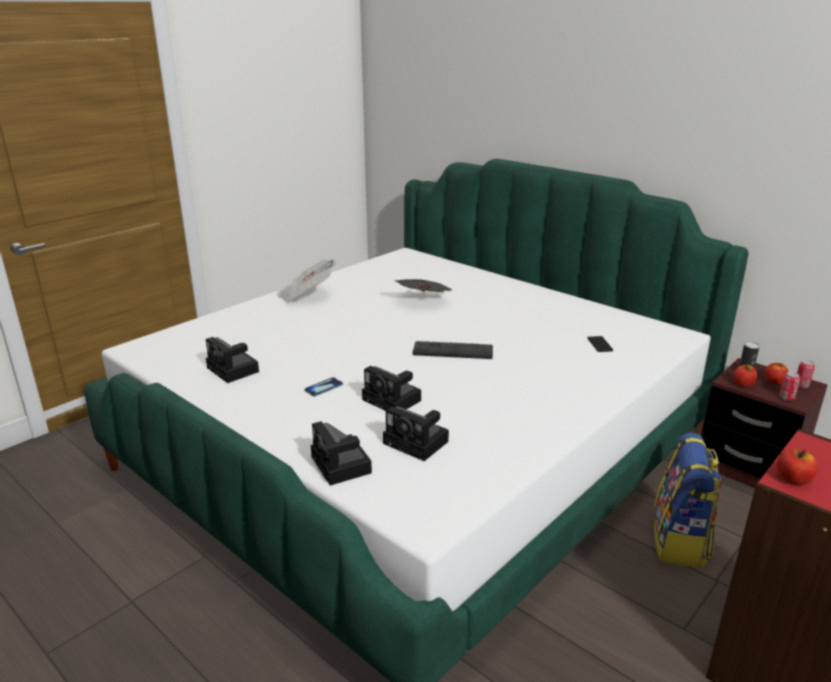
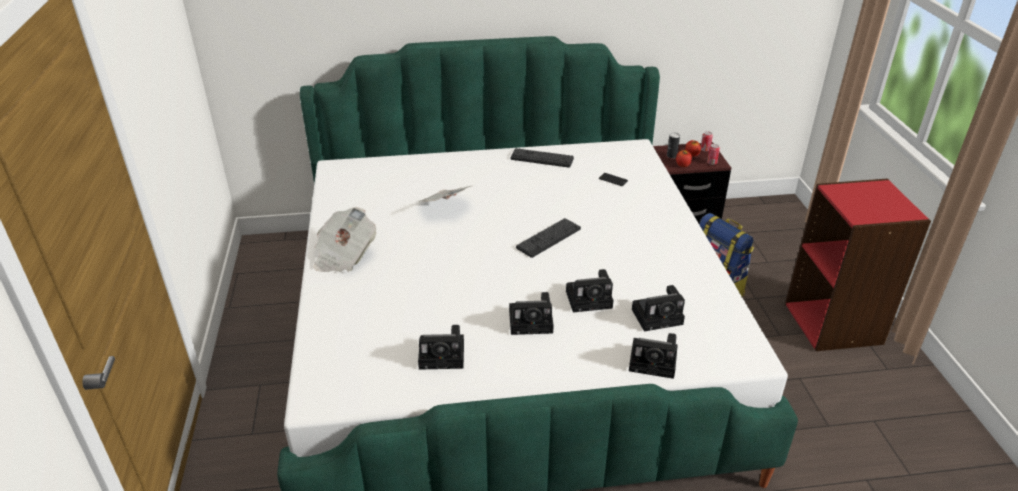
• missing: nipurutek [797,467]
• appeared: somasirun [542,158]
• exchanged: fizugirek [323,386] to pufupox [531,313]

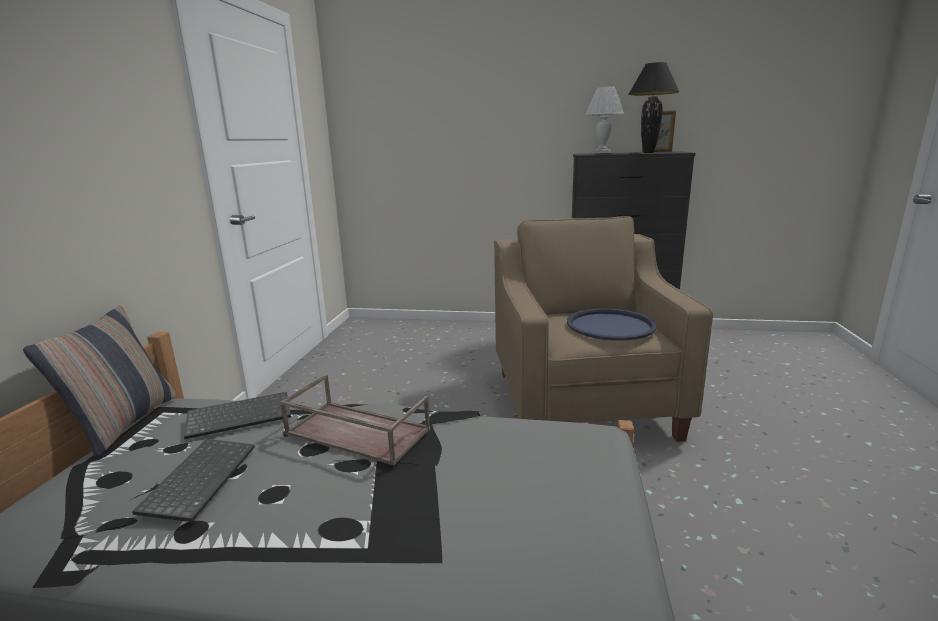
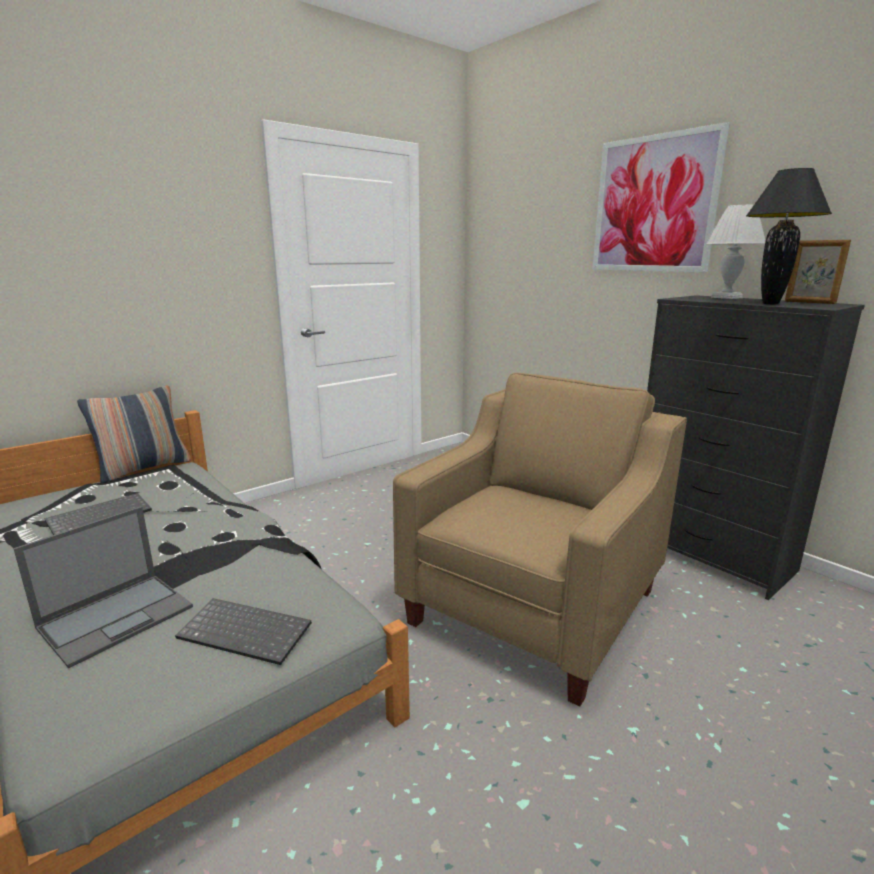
• missing: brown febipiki [355,420]
• missing: blue febipiki [612,324]
• appeared: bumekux [103,587]
• appeared: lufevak [661,197]
• relocated: somasirun [237,416] to [243,631]

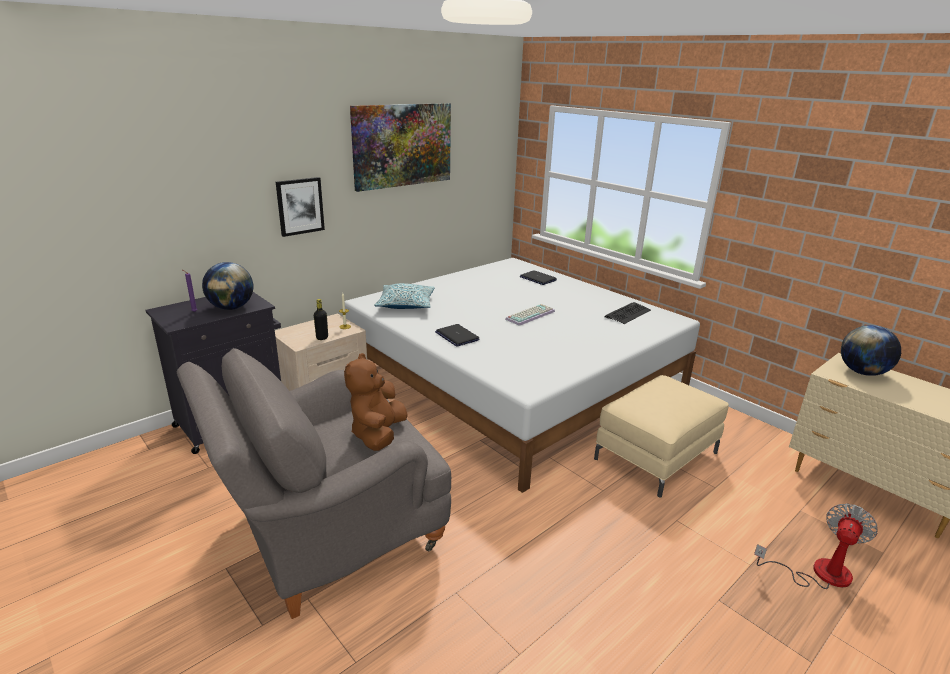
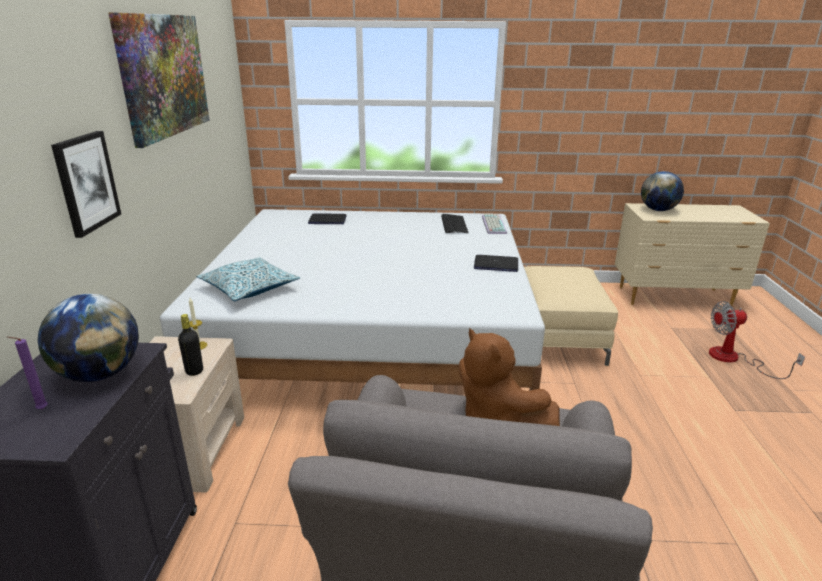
• relocated: bumekux [457,335] to [496,263]
• relocated: somasirun [530,315] to [494,224]
• spun: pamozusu [816,546] = [757,340] 90 degrees counterclockwise

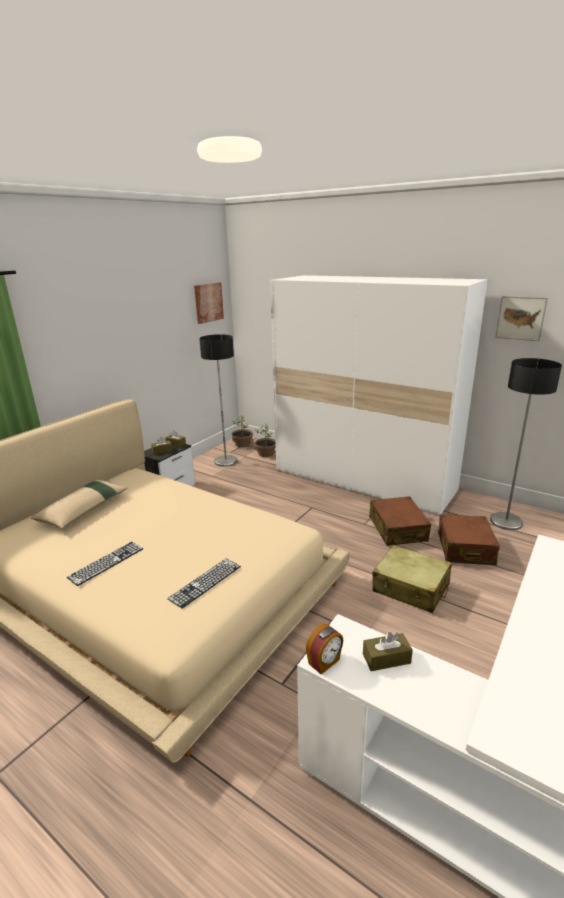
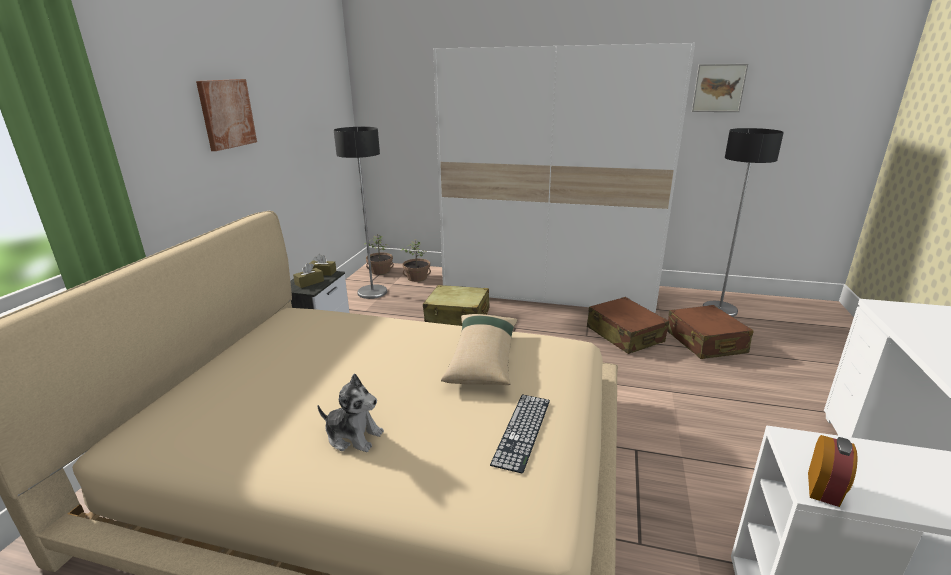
• missing: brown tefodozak [388,651]
• relocated: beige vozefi [79,504] to [479,349]
• relocated: lufevak [209,303] to [226,115]
• relocated: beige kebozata [412,579] to [456,305]
• exchanged: somasirun [105,564] to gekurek [351,413]

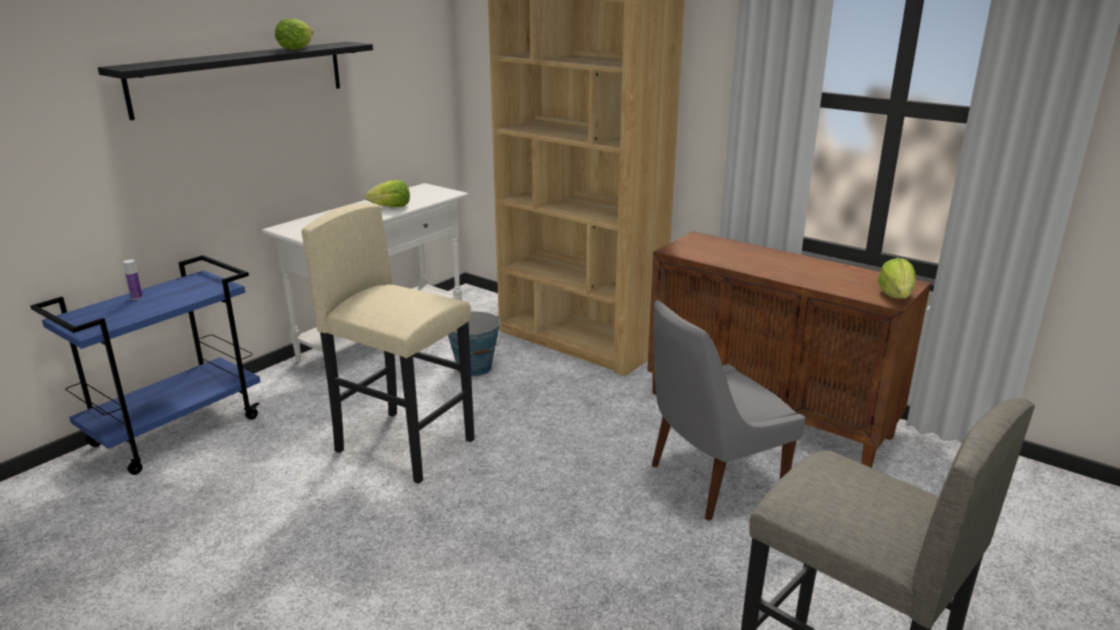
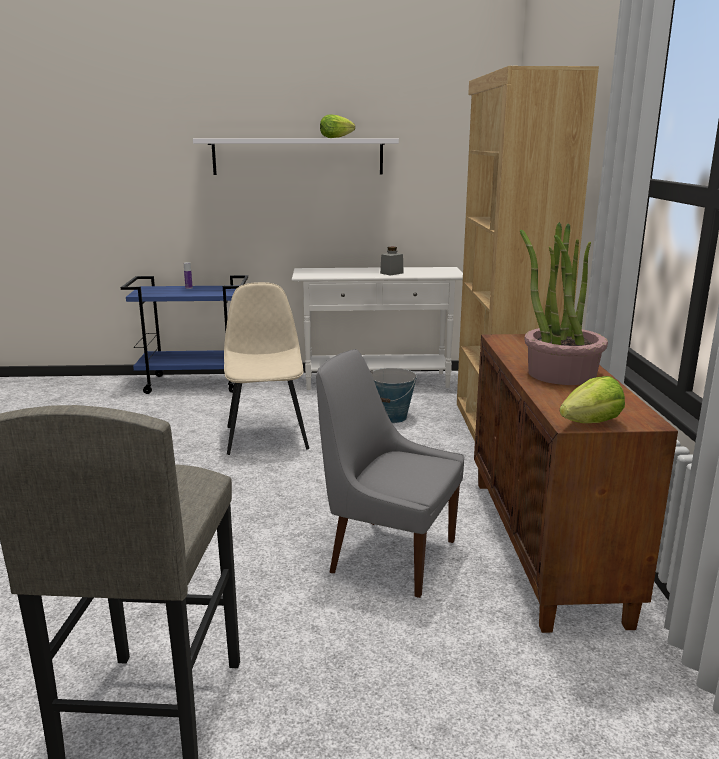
• appeared: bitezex [564,303]
• exchanged: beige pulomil [388,343] to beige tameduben [266,368]
• exchanged: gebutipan [388,193] to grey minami [392,261]
• colour: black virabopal [235,81] to white virabopal [296,156]

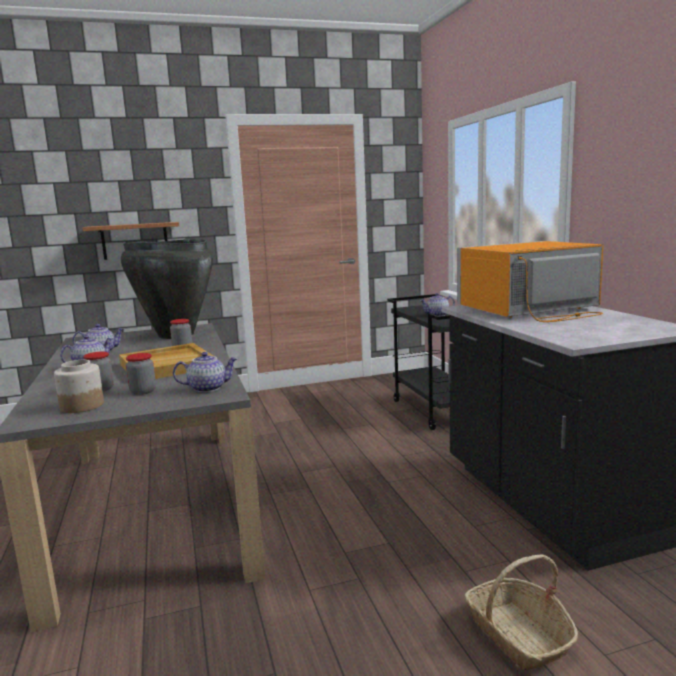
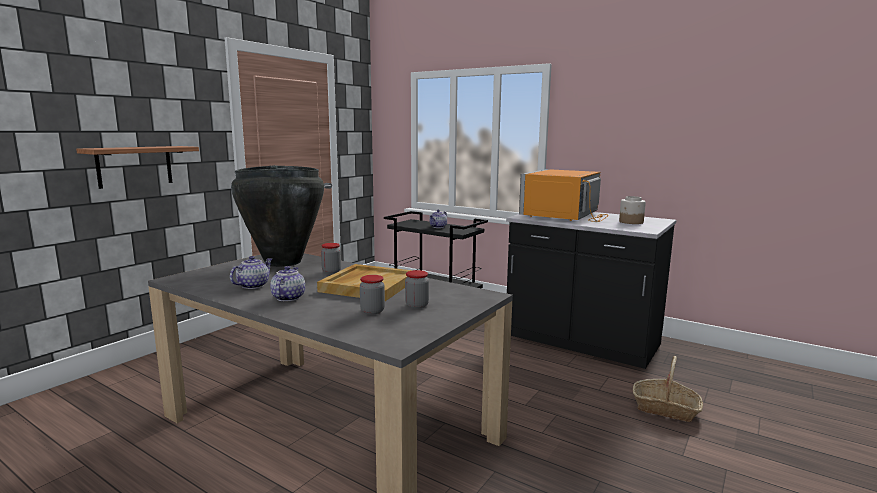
• missing: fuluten [205,372]
• relocated: minami [79,386] to [632,210]

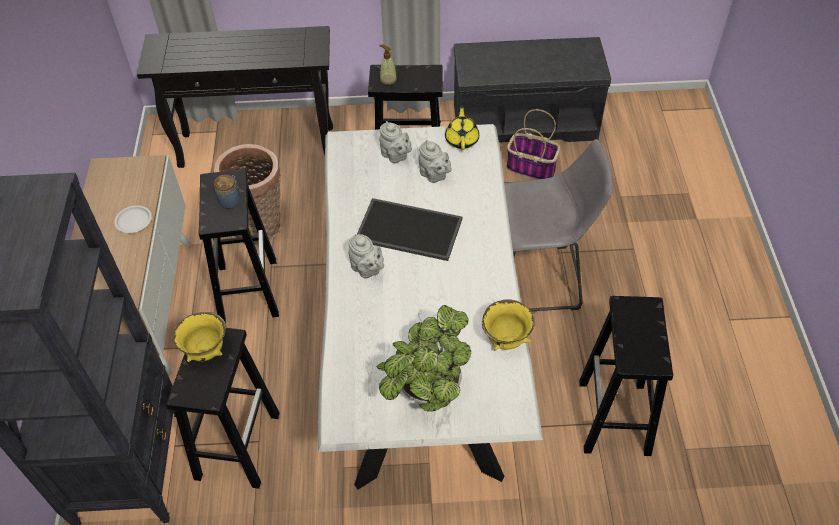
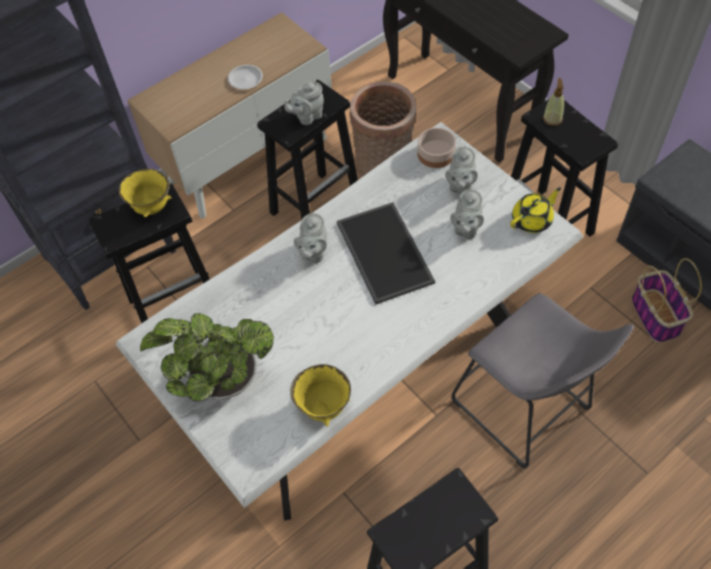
• appeared: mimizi [436,148]
• exchanged: minami [227,192] to grey fuluten [304,103]

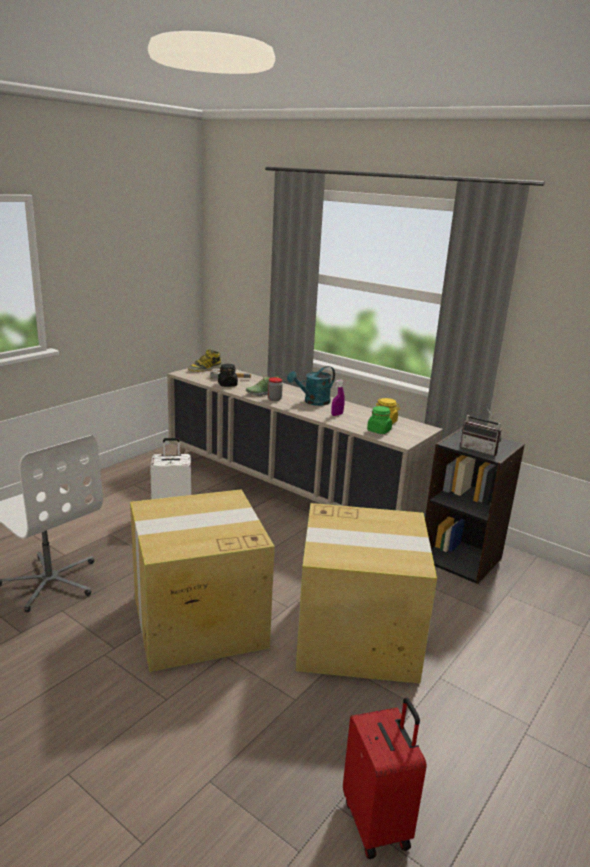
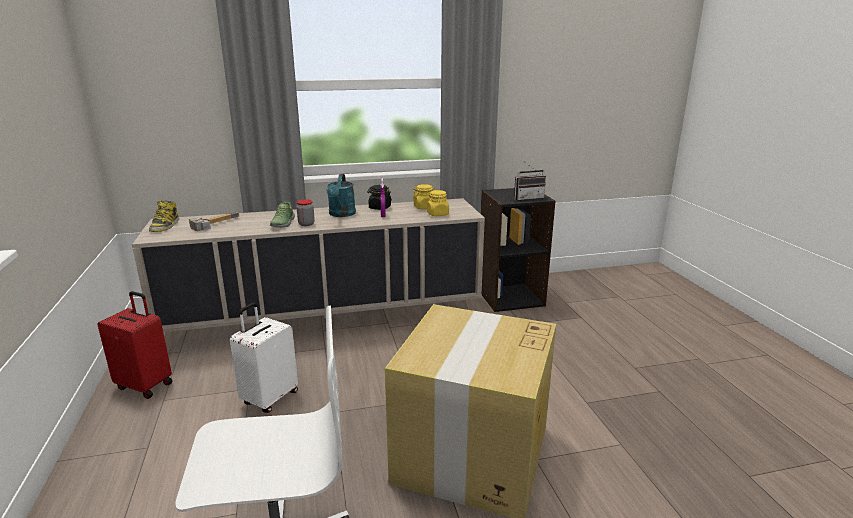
• missing: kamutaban [366,593]
• relocated: black minami [228,375] to [379,197]
• relocated: red kebozata [385,778] to [135,345]
• colour: green minami [379,420] to yellow minami [438,203]

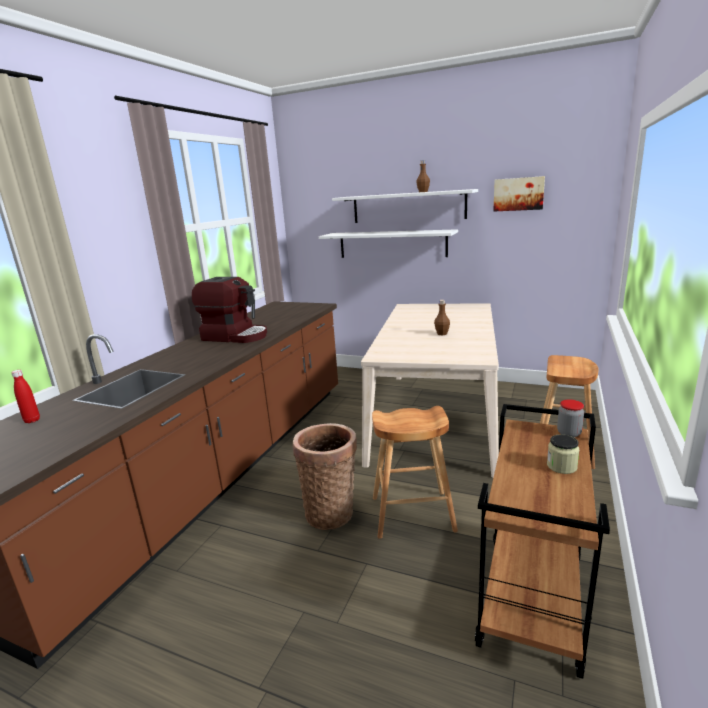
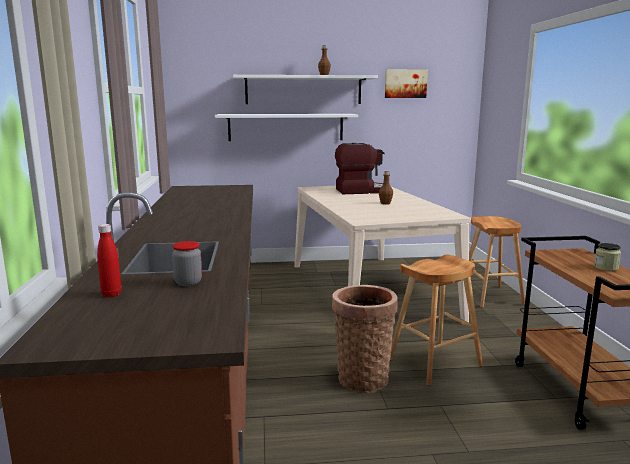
• relocated: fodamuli [229,310] to [359,168]
• relocated: minami [570,418] to [187,263]

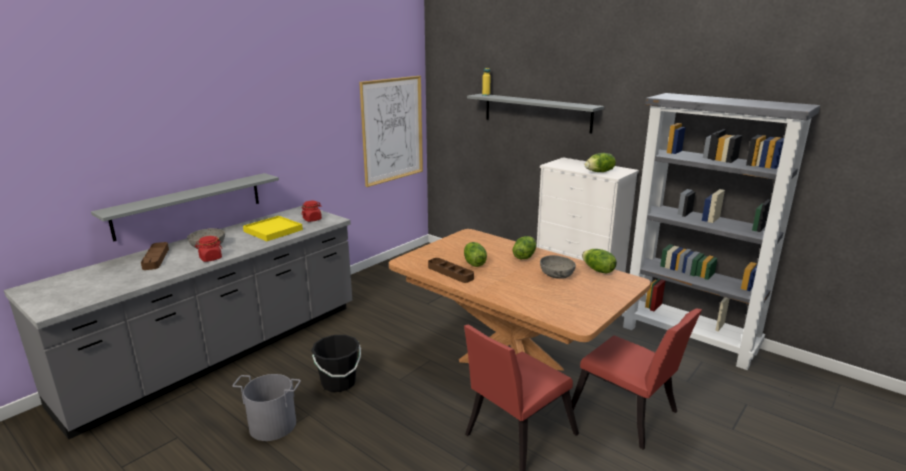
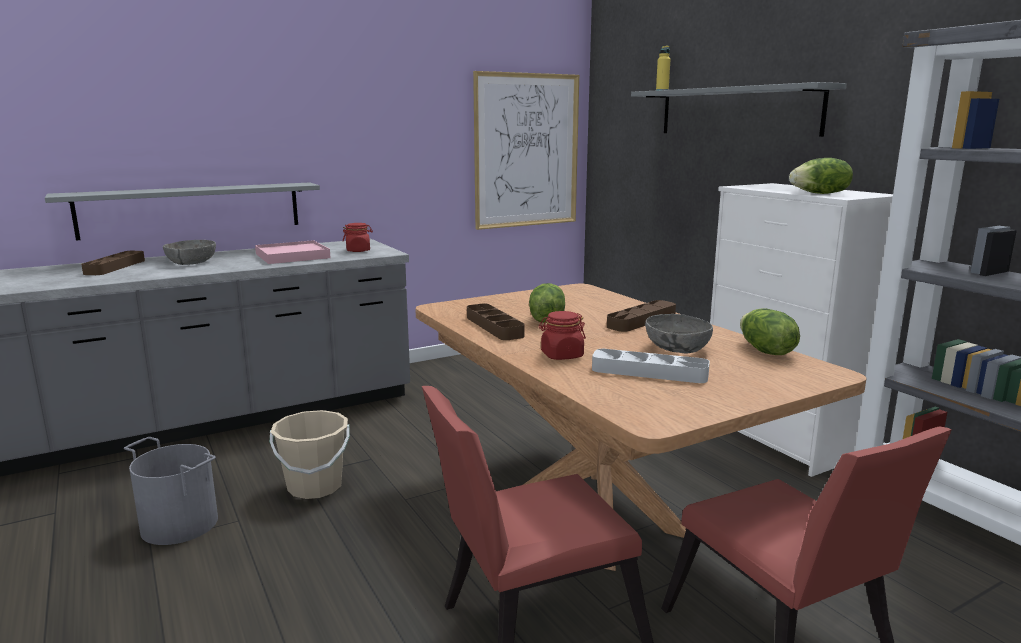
• appeared: grey febipiki [651,366]
• relocated: red minami [208,249] to [562,335]
• exchanged: gebutipan [524,248] to brown febipiki [641,316]
• colour: yellow febipiki [273,228] to pink febipiki [293,252]
• colour: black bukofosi [336,363] to beige bukofosi [310,454]

